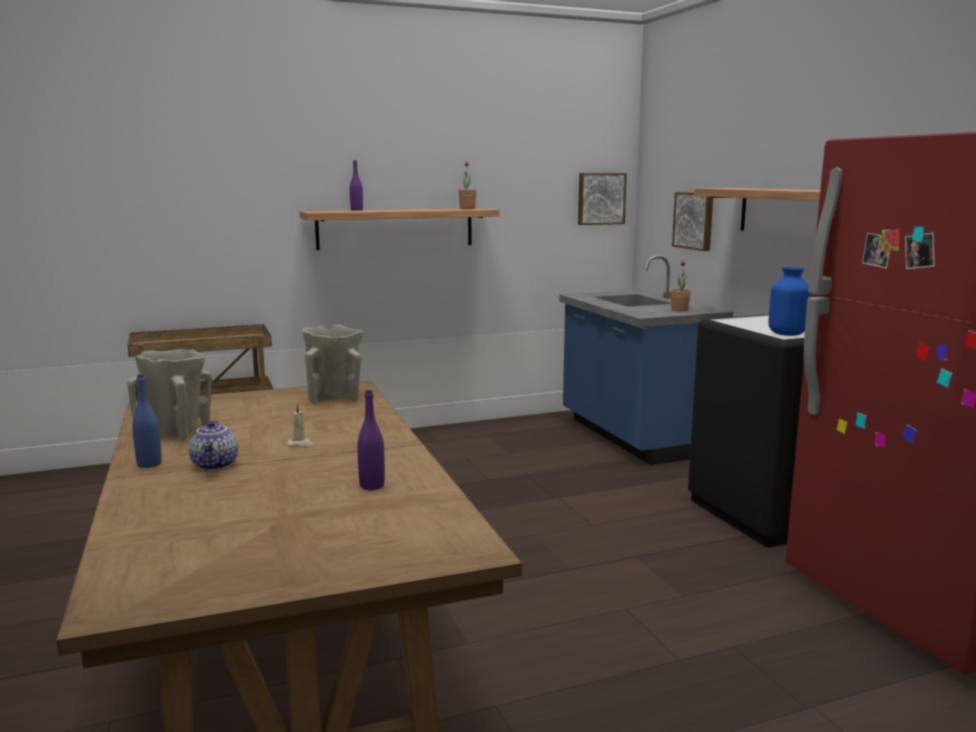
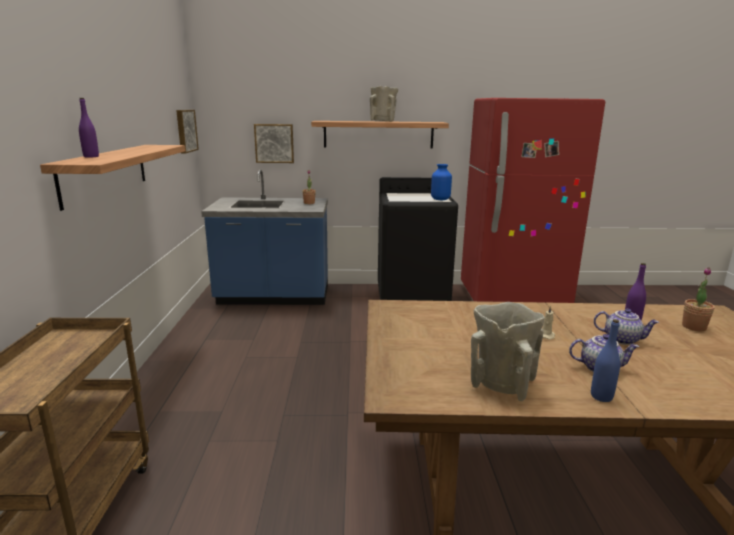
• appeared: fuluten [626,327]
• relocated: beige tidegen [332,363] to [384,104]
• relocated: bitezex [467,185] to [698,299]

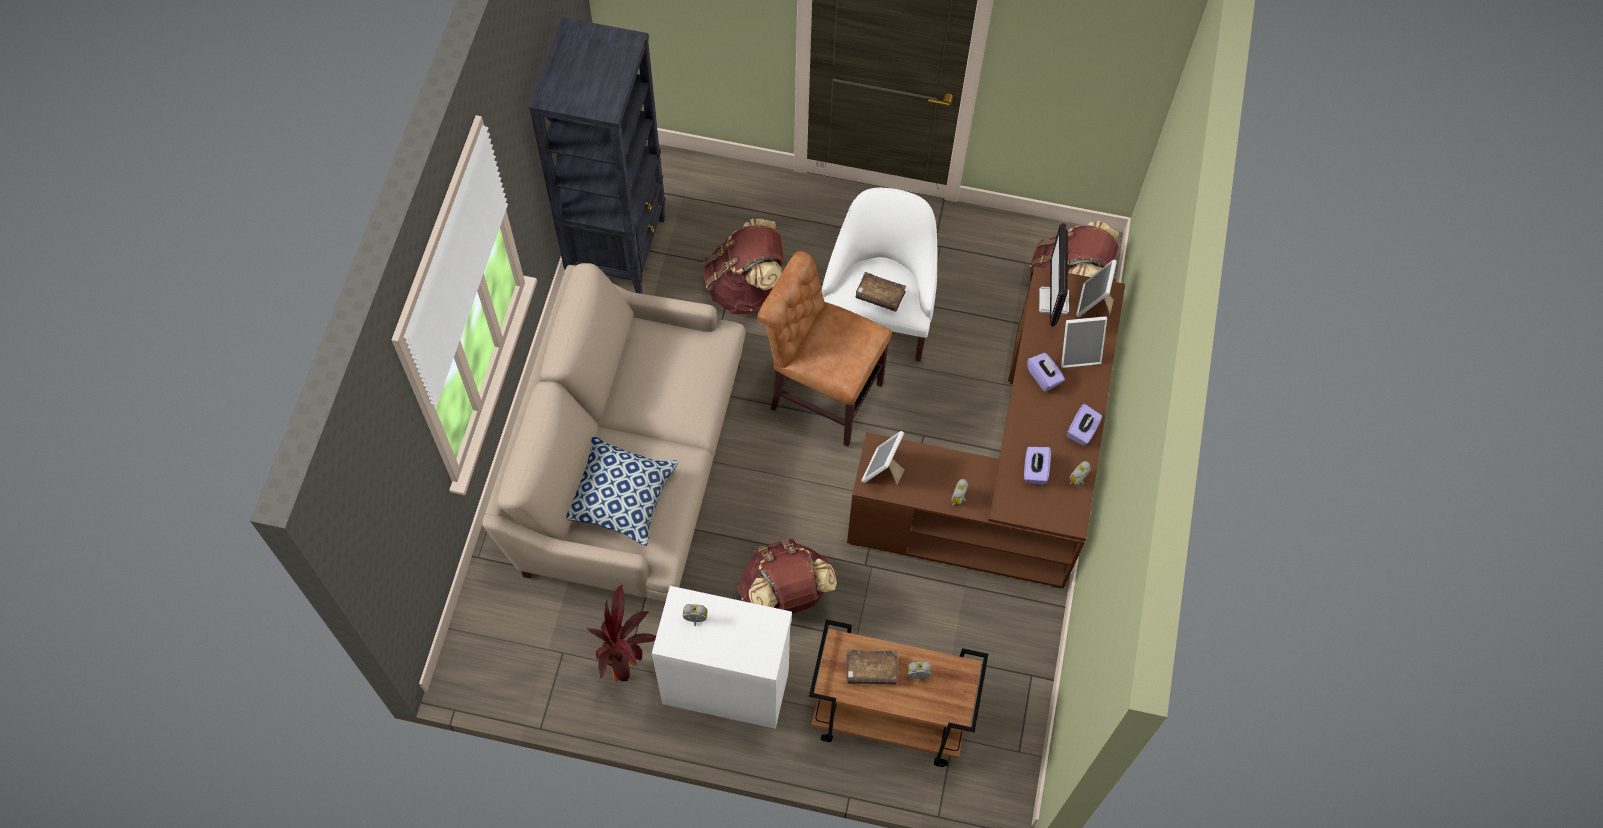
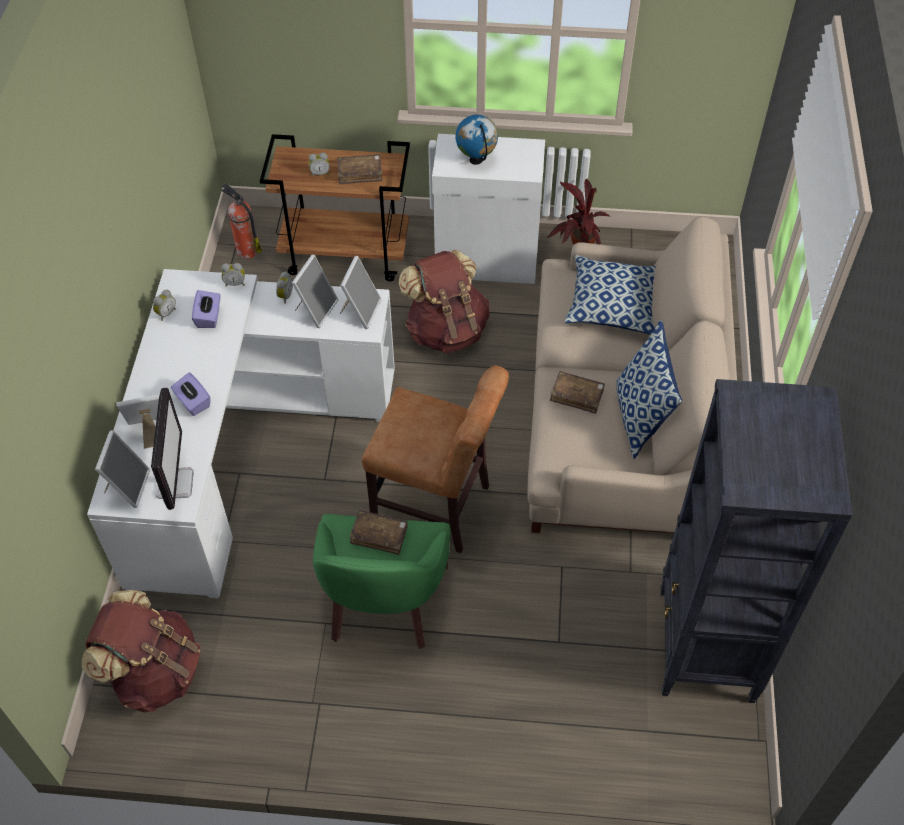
• missing: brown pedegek [744,266]
• missing: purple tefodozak [1084,425]
• appeared: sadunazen [241,221]
• appeared: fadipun [315,291]
• appeared: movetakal [476,140]
• appeared: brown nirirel [577,392]
• appeared: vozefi [649,389]
• relocated: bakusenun [695,615] to [233,274]
• colour: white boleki [879,275] to green boleki [382,581]
• colour: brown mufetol [986,427] to white mufetol [241,433]

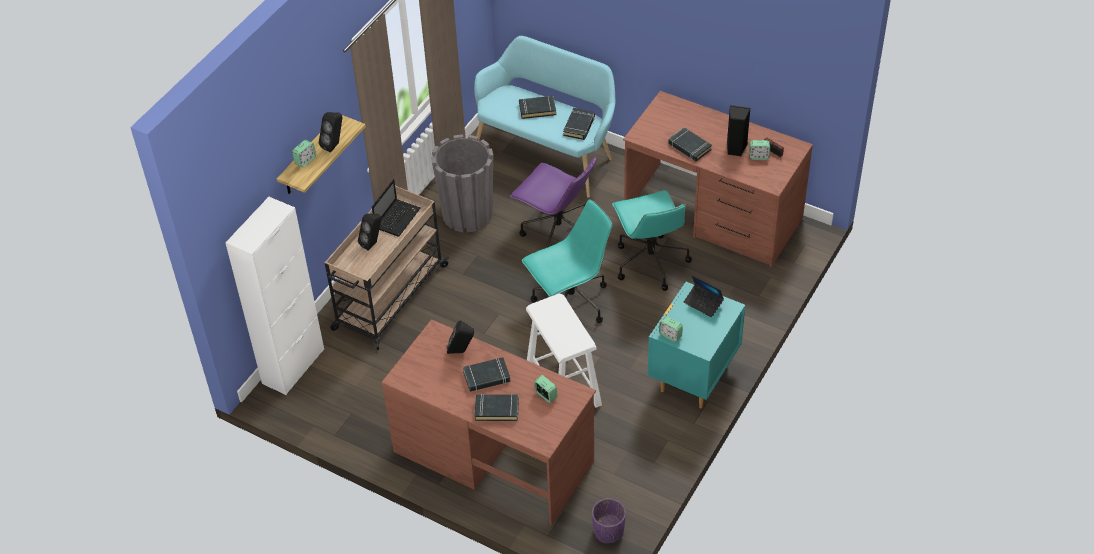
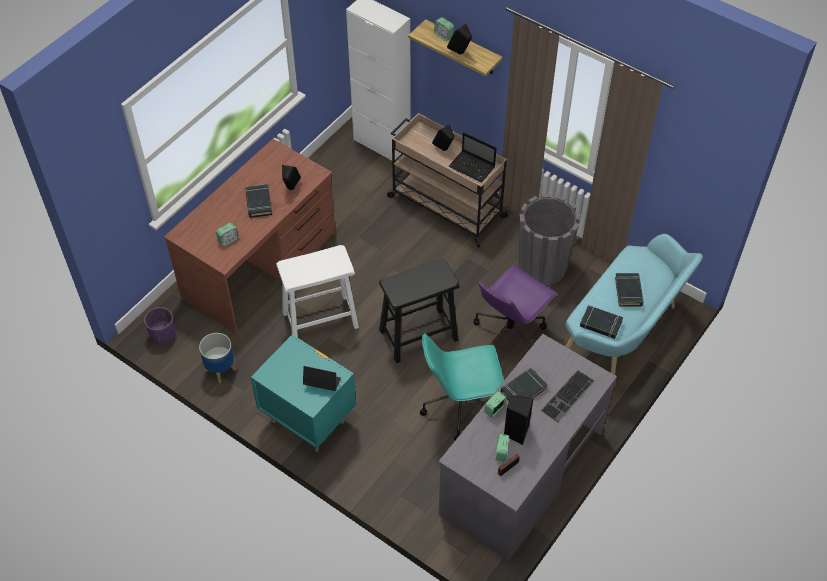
• missing: black nirirel [497,407]
• appeared: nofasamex [217,358]
• appeared: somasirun [568,396]
• relocated: bakusenun [671,329] to [495,404]
• exchanged: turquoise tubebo [567,261] to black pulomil [419,311]
• colour: brown mufetol [718,179] to grey mufetol [528,447]
• spun: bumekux [704,296] = [322,378] 60 degrees clockwise

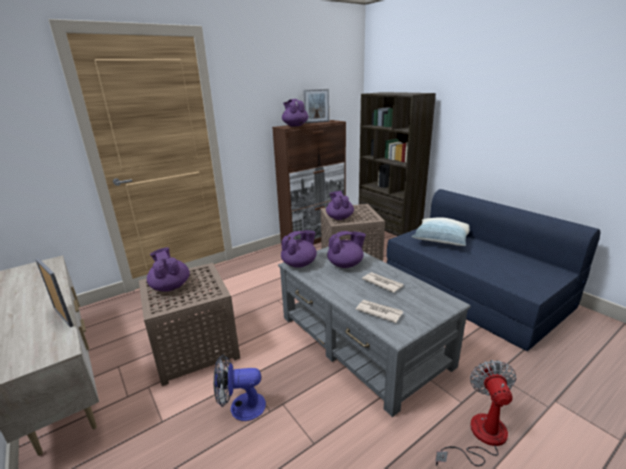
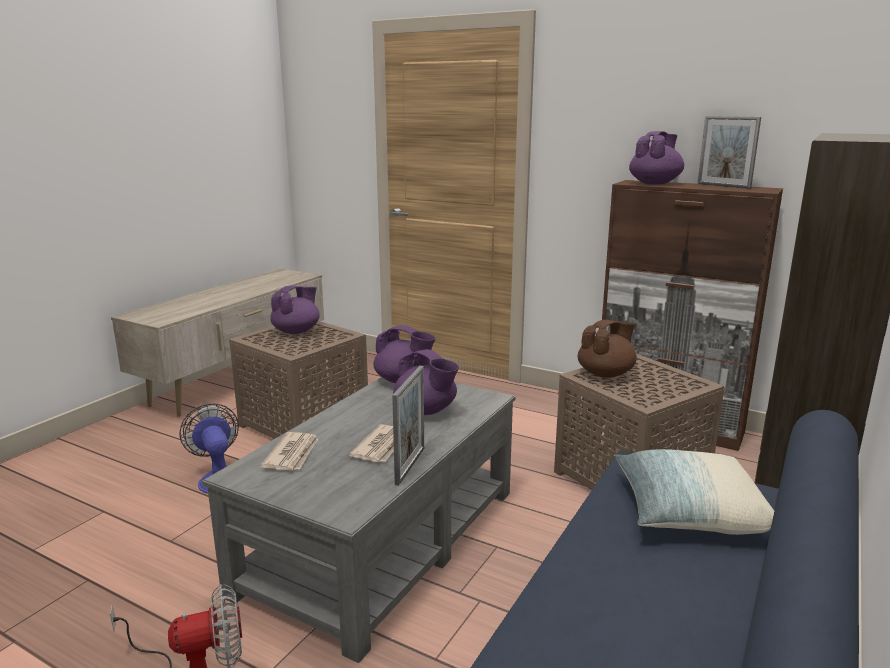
• relocated: fadipun [54,292] to [408,426]
• colour: purple fuluten [340,205] to brown fuluten [607,349]

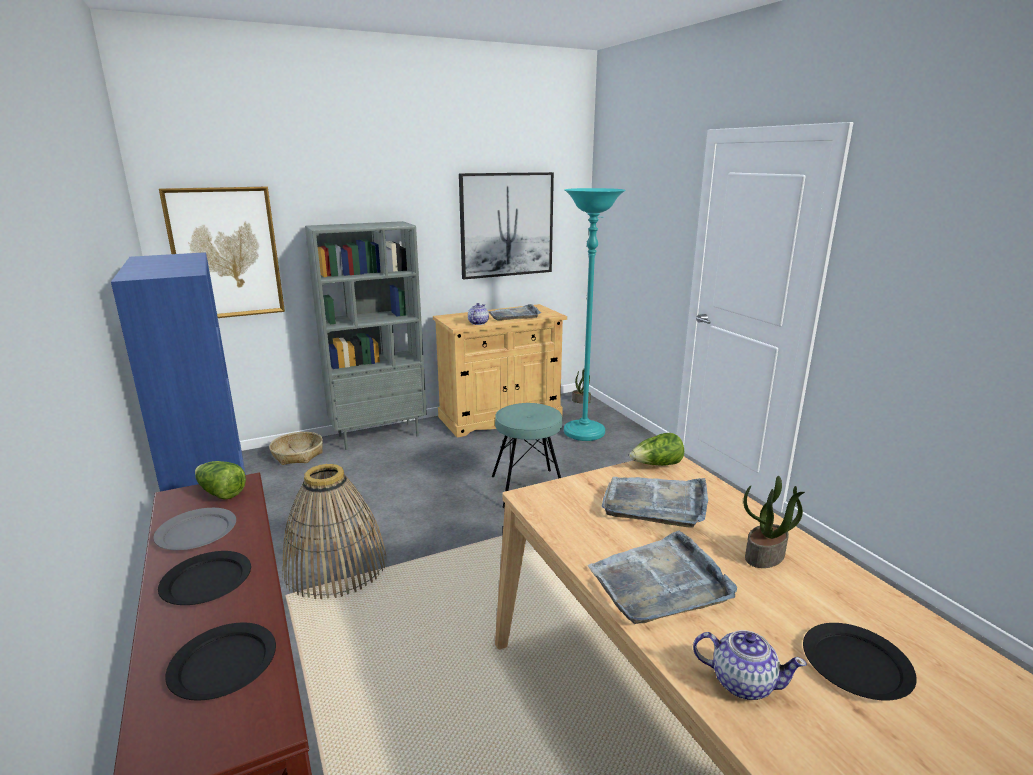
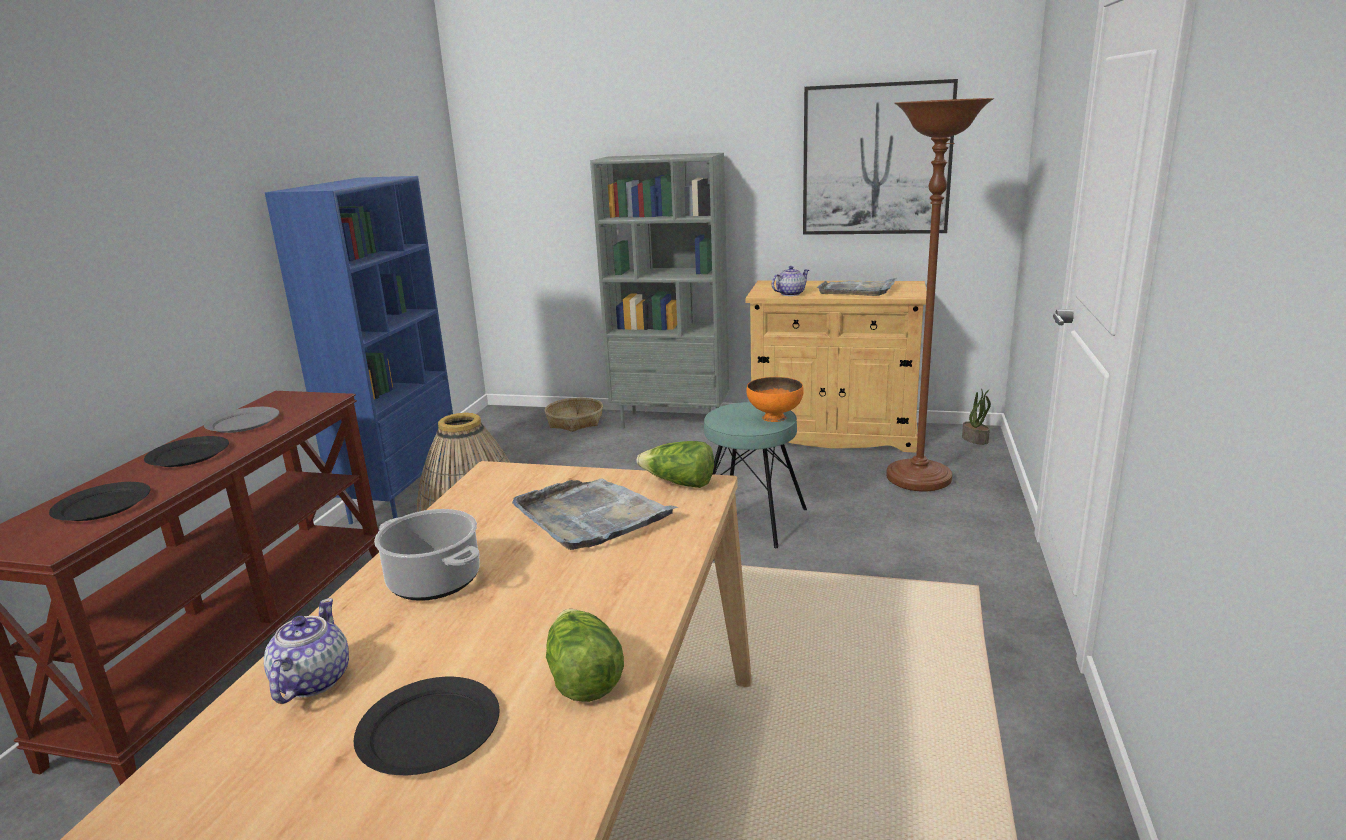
• missing: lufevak [222,252]
• missing: bitezex [774,522]
• appeared: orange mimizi [775,399]
• relocated: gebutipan [220,480] to [585,655]
• exchanged: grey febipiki [662,577] to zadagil [427,555]
• colour: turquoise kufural [595,314] to brown kufural [940,295]
• spun: fuluten [750,665] = [306,651] 150 degrees counterclockwise

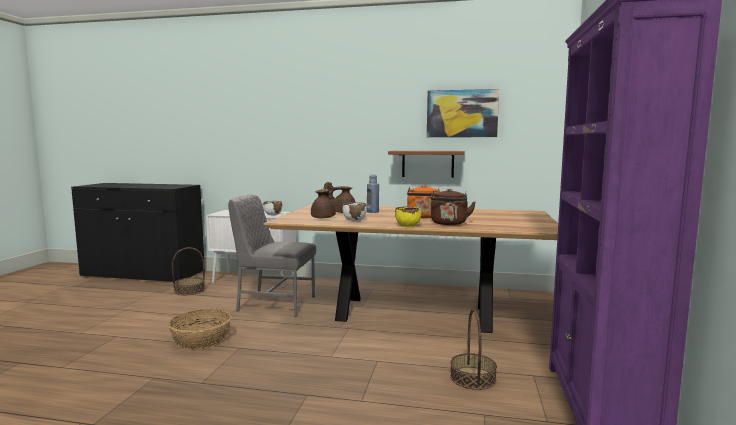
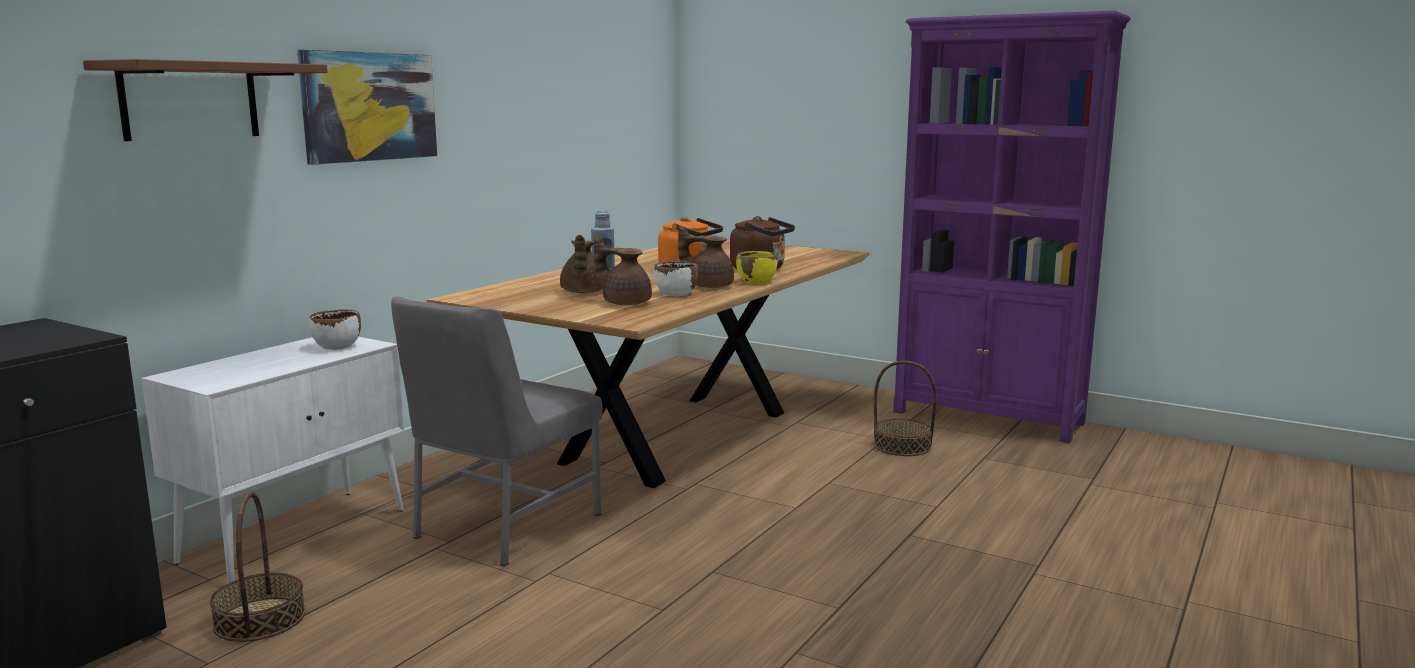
• missing: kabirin [199,329]
• appeared: brown fuluten [706,256]
• relocated: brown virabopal [426,164] to [205,100]
• relocated: lufevak [463,113] to [367,107]

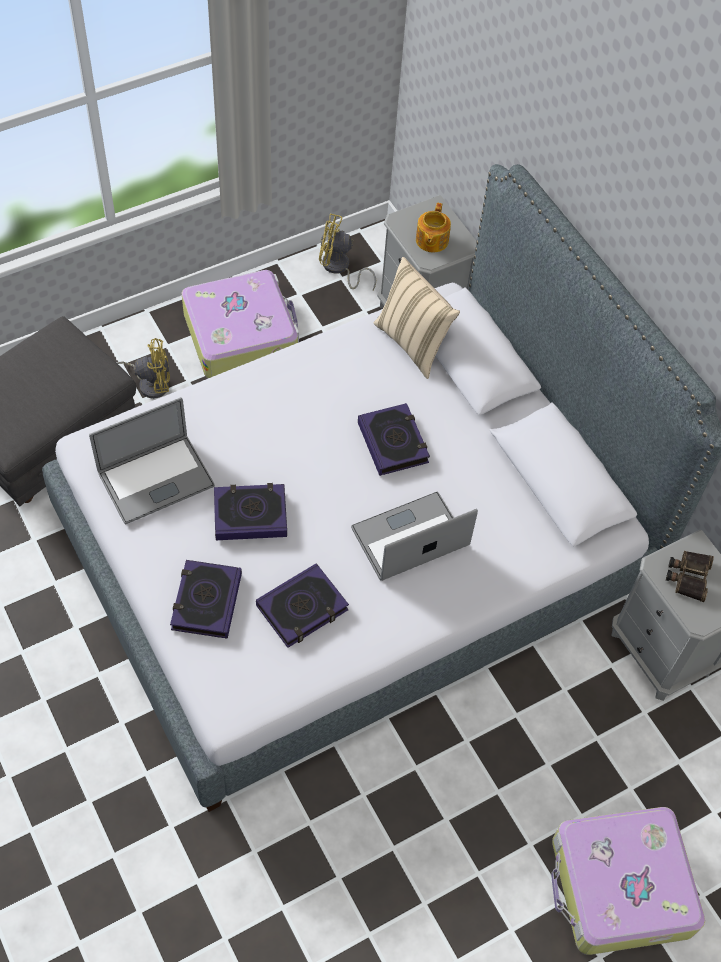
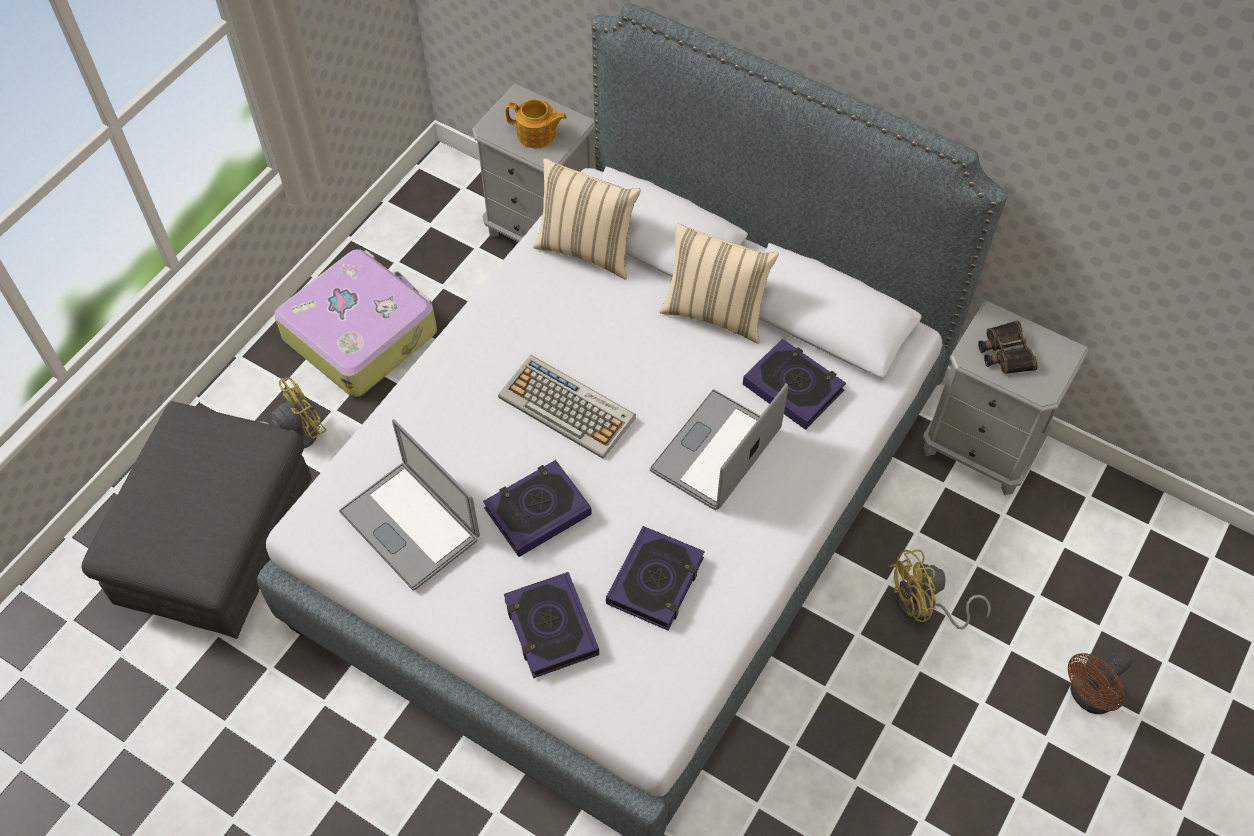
• appeared: somasirun [567,407]
• appeared: beige vozefi [719,283]
• relocated: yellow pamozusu [347,252] to [939,589]
• relocated: nirirel [394,439] to [794,384]
• exchanged: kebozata [628,881] to brown pamozusu [1100,682]
• spun: bumekux [152,461] = [409,505] 105 degrees clockwise
• spun: fuluten [433,227] = [536,124] 60 degrees counterclockwise

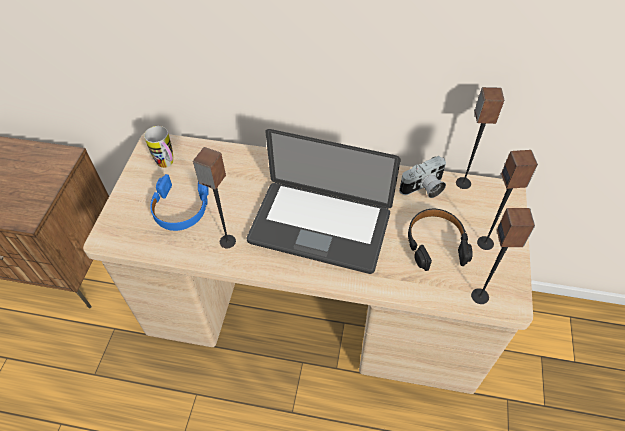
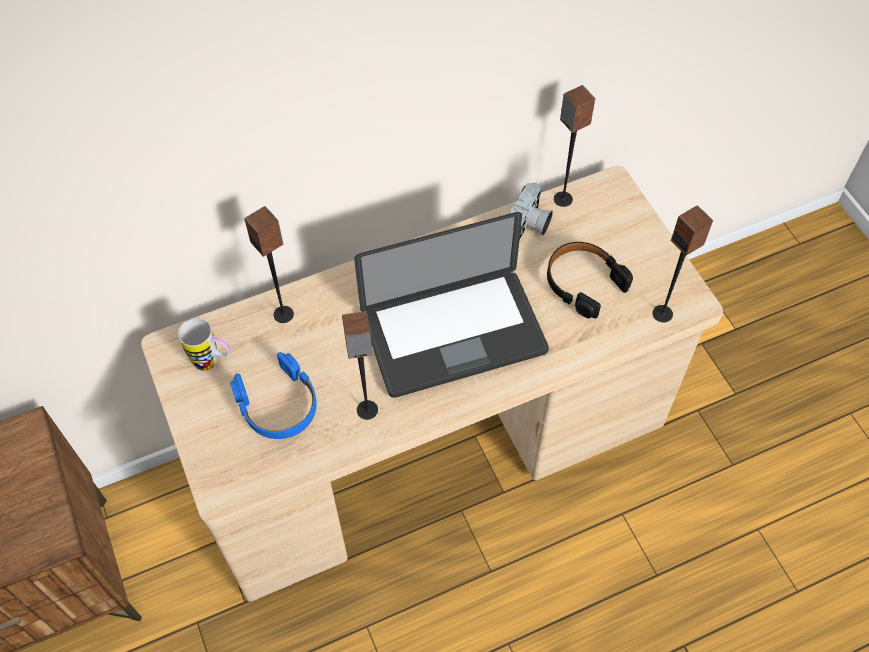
• relocated: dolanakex [507,200] to [269,264]

